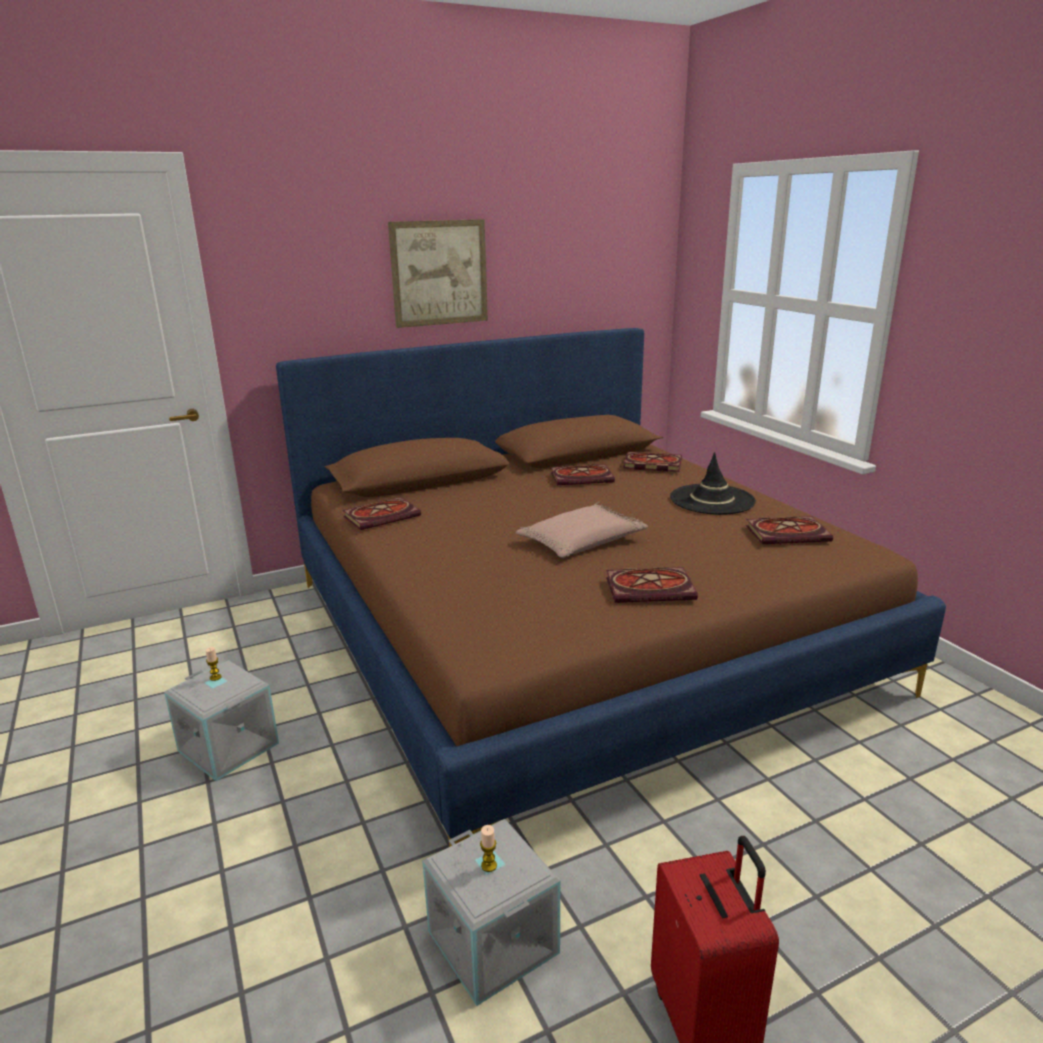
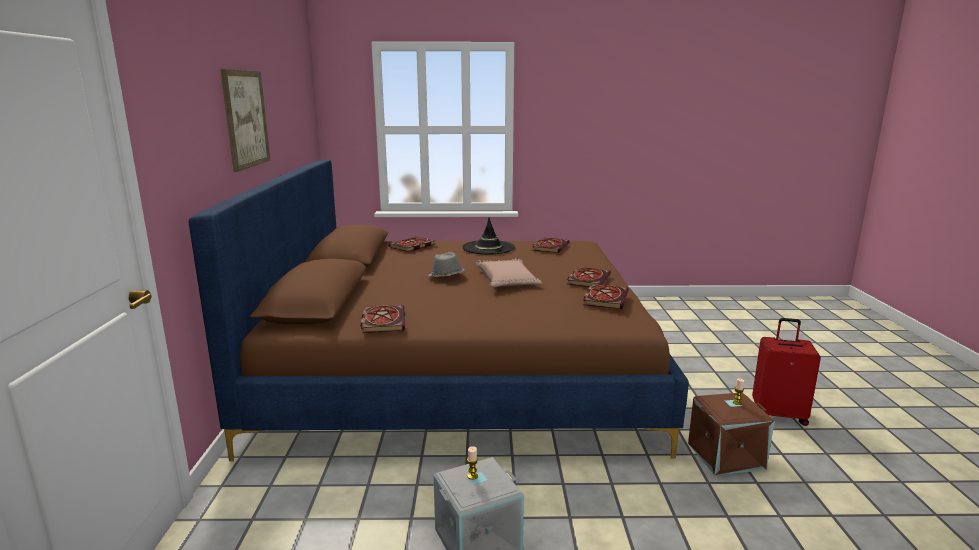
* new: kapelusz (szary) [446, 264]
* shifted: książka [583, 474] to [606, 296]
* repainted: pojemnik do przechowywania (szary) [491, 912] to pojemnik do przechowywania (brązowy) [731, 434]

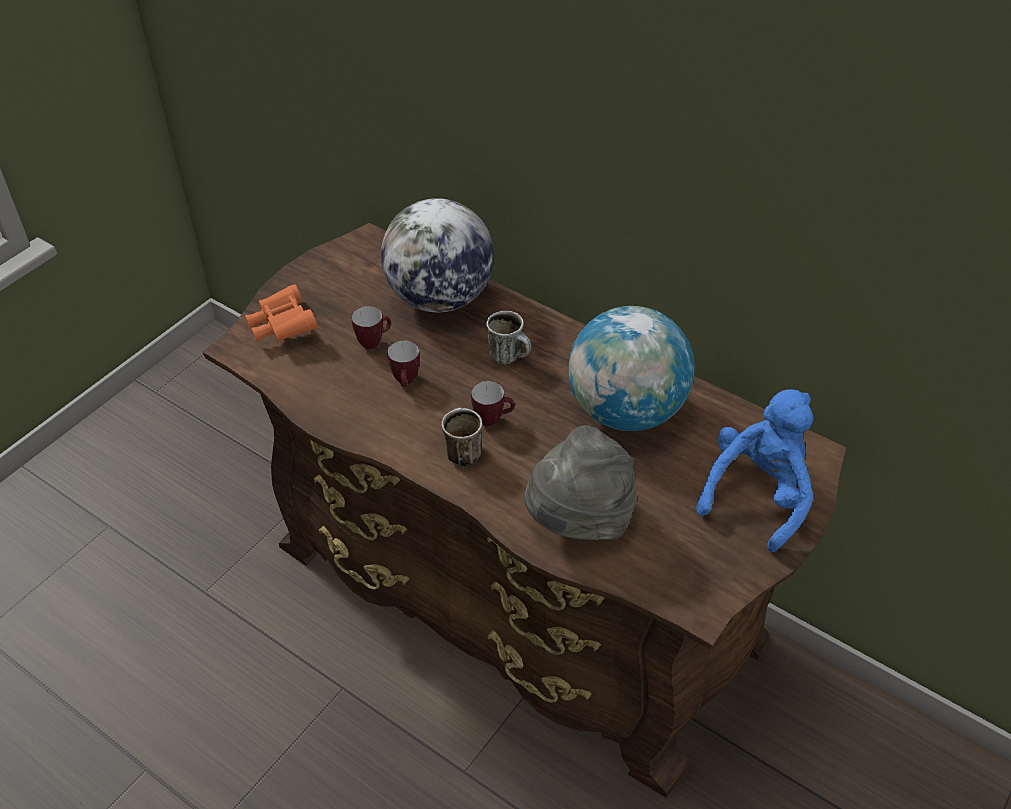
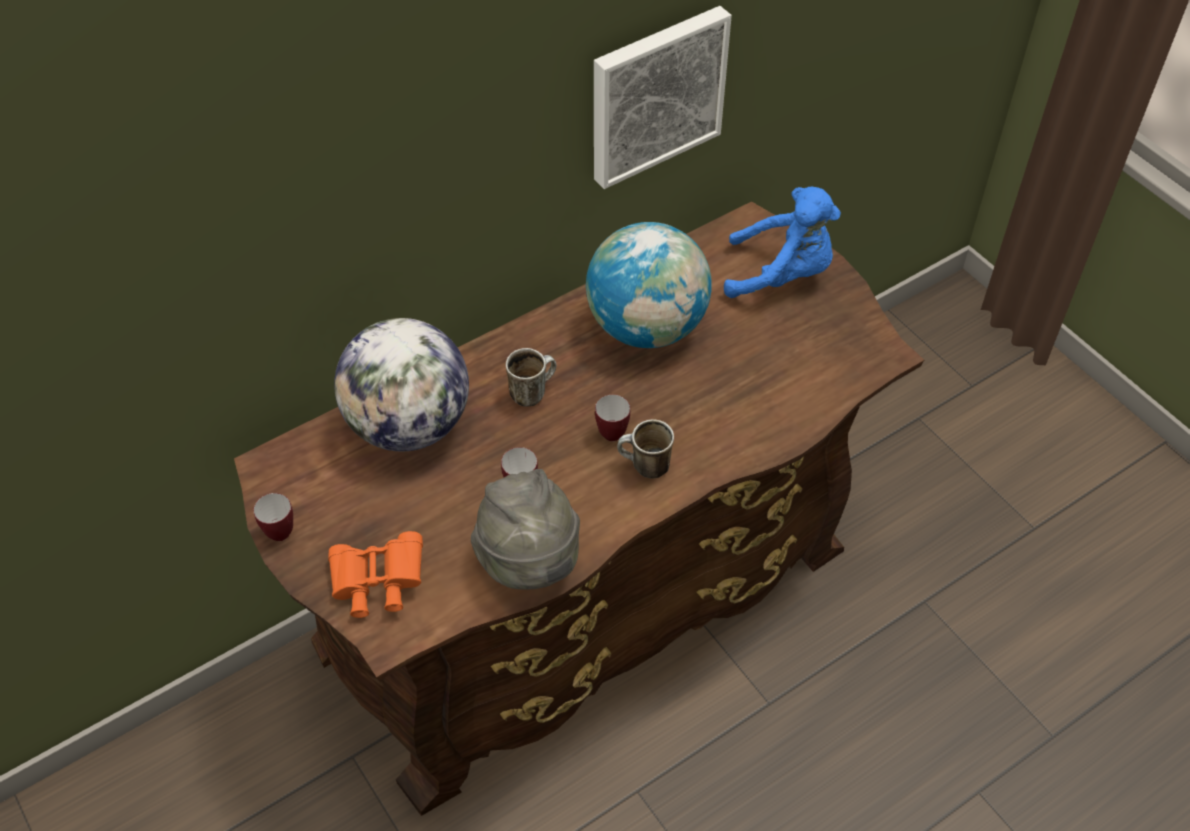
* shifted: kubek [371, 327] to [273, 517]
* shifted: kapelusz (szary) [580, 482] to [525, 529]
* new: obraz [663, 97]
* rotated: pluszak (niebieski) [754, 470] = [782, 242] 135 degrees clockwise

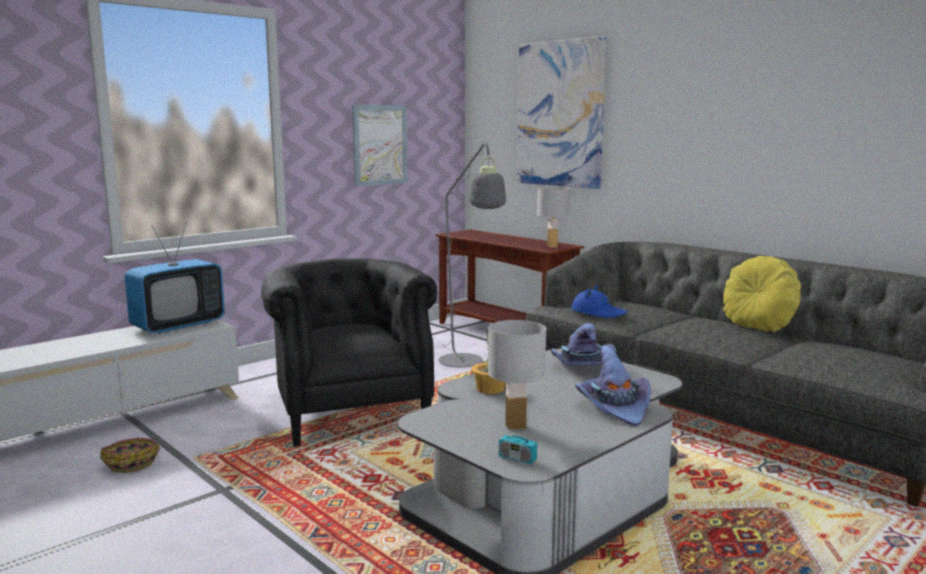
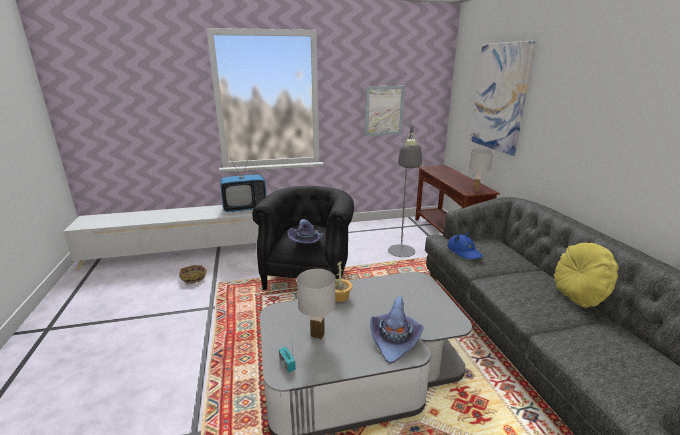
* shifted: kapelusz (fioletowy) [583, 344] to [306, 231]

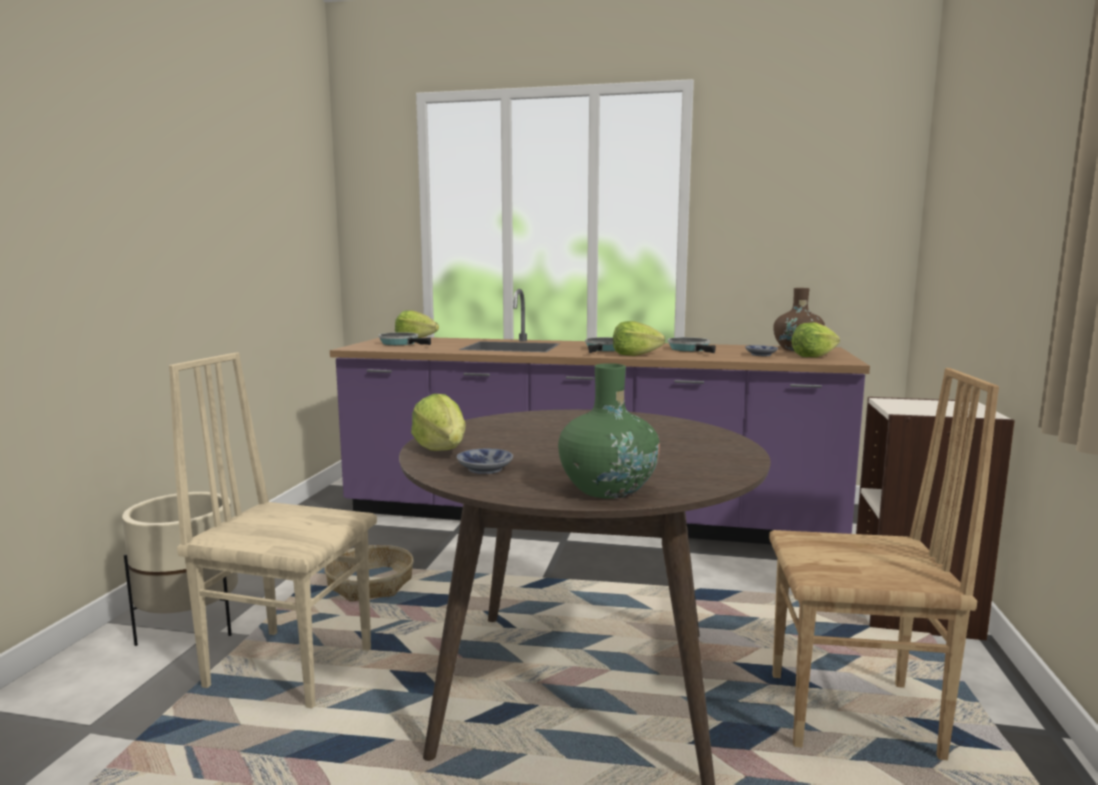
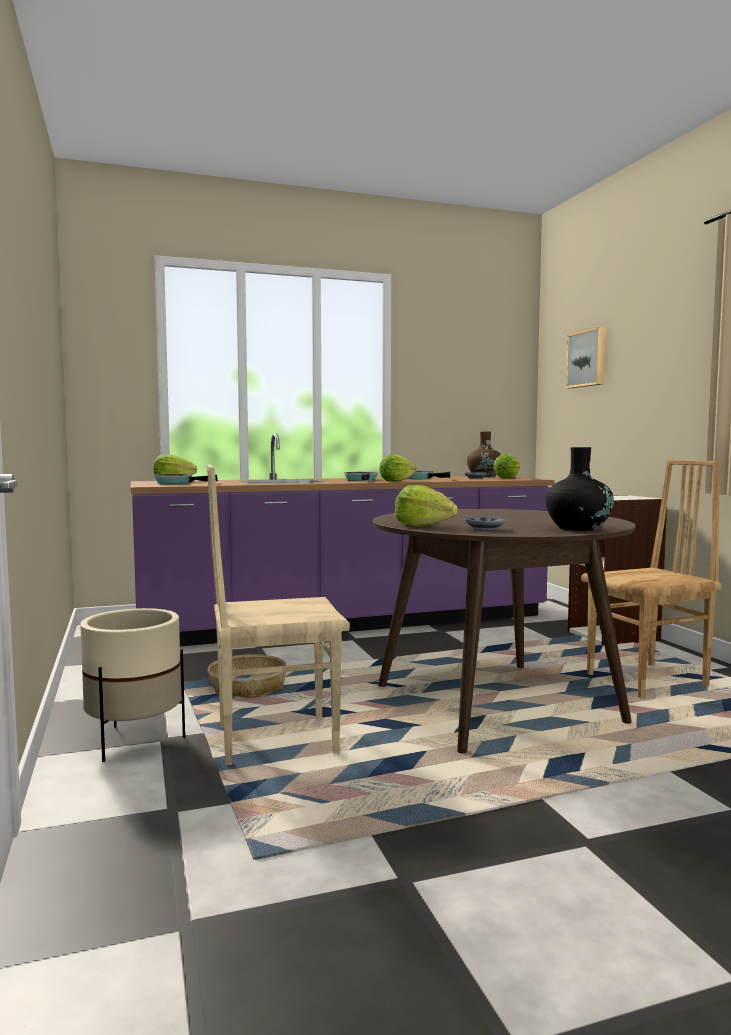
* repainted: wazon (zielony) [609, 431] to wazon (czarny) [580, 489]
* new: obraz [585, 357]

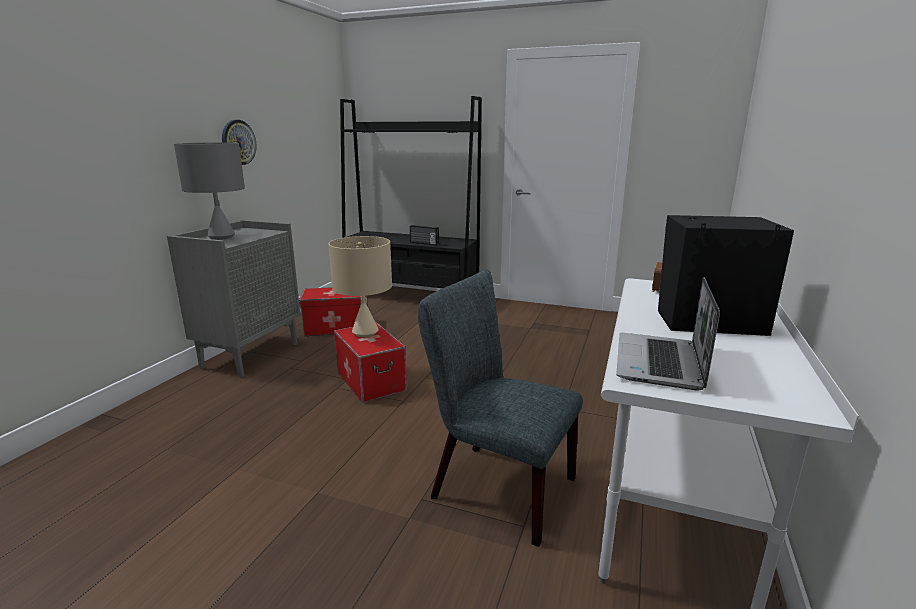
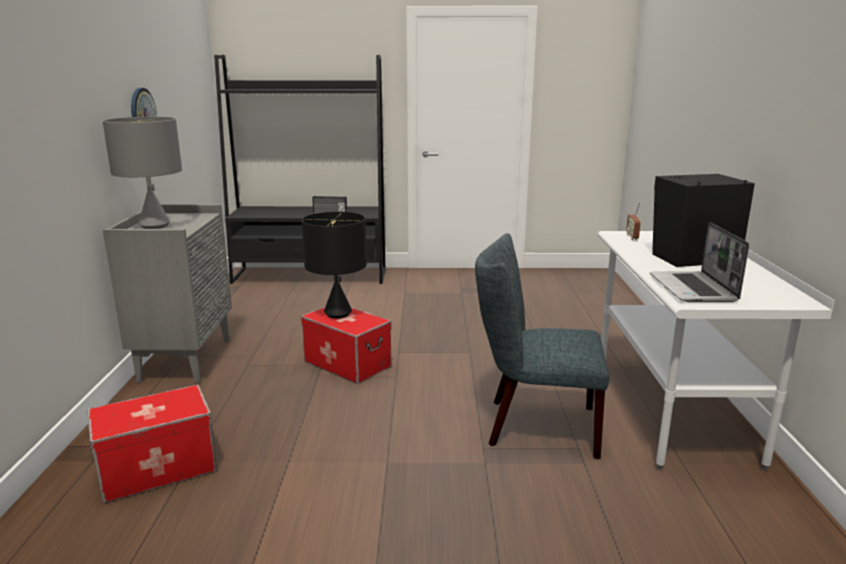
* shifted: pojemnik do przechowywania [330, 311] to [152, 444]
* repainted: lampa stołowa (beżowy) [360, 286] to lampa stołowa (czarny) [334, 265]

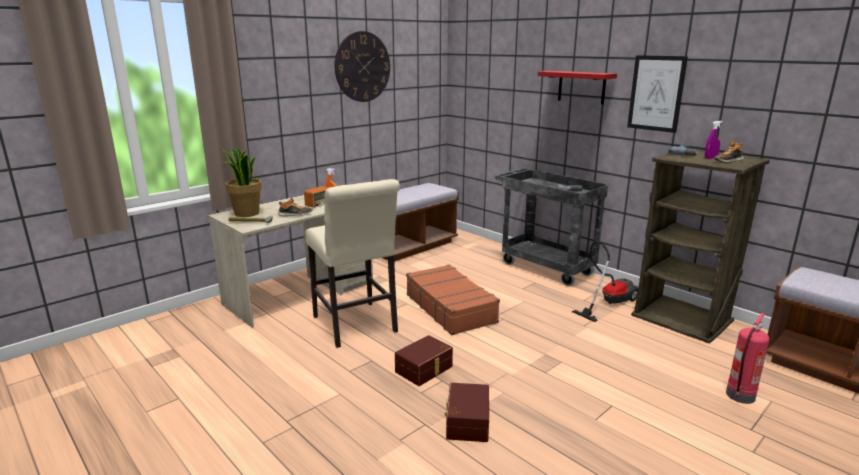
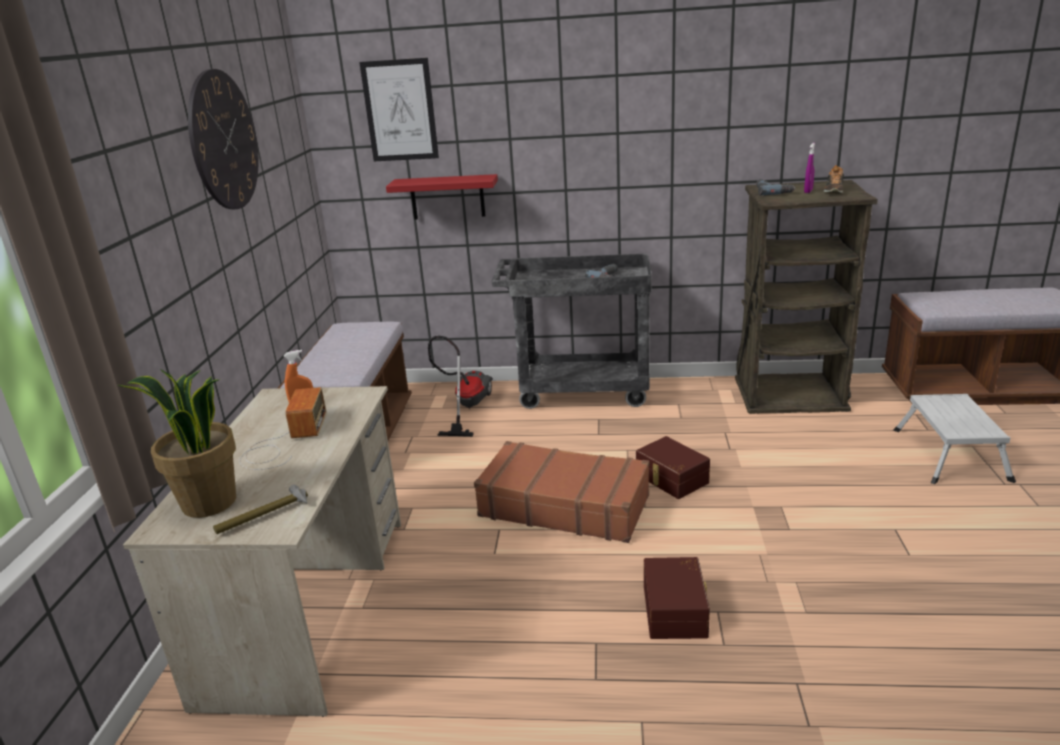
* shifted: obraz [657, 94] to [399, 109]
* shifted: półka (czerwony) [577, 87] to [442, 197]
* shifted: odkurzacz [605, 281] to [460, 386]
* shifted: pojemnik do przechowywania (brązowy) [466, 412] to [673, 467]
* swapped: gaśnica [748, 358] to drabinka (biały) [954, 439]
* gone: but [295, 207]
* gone: stołek (beżowy) [353, 263]

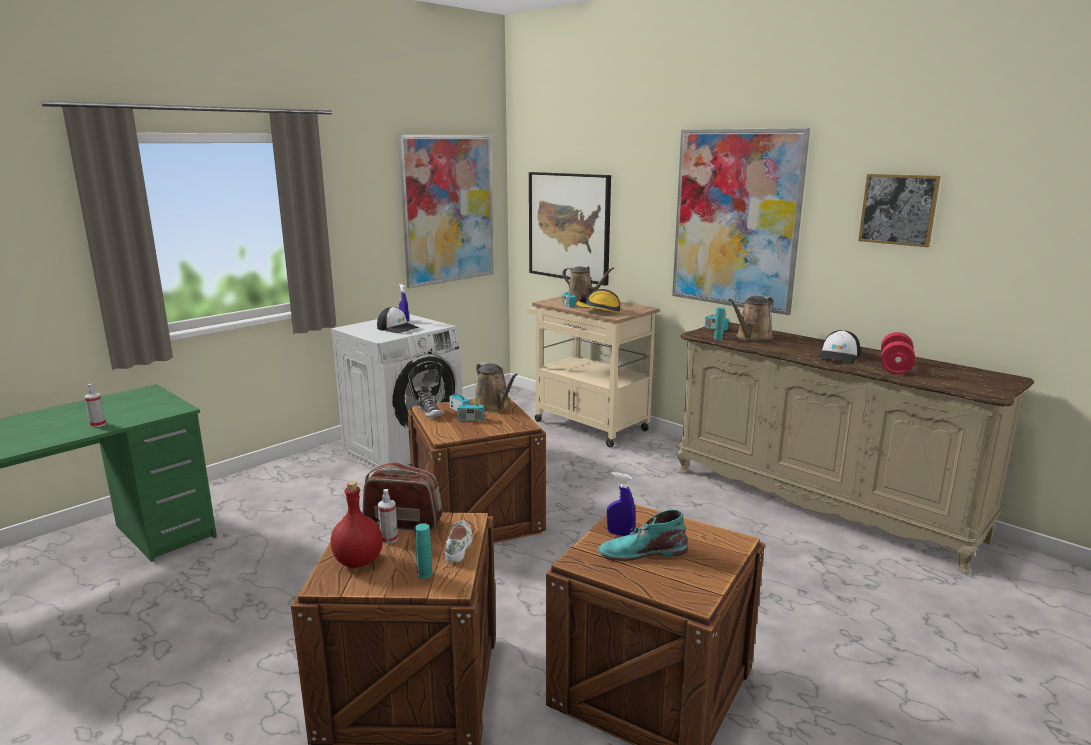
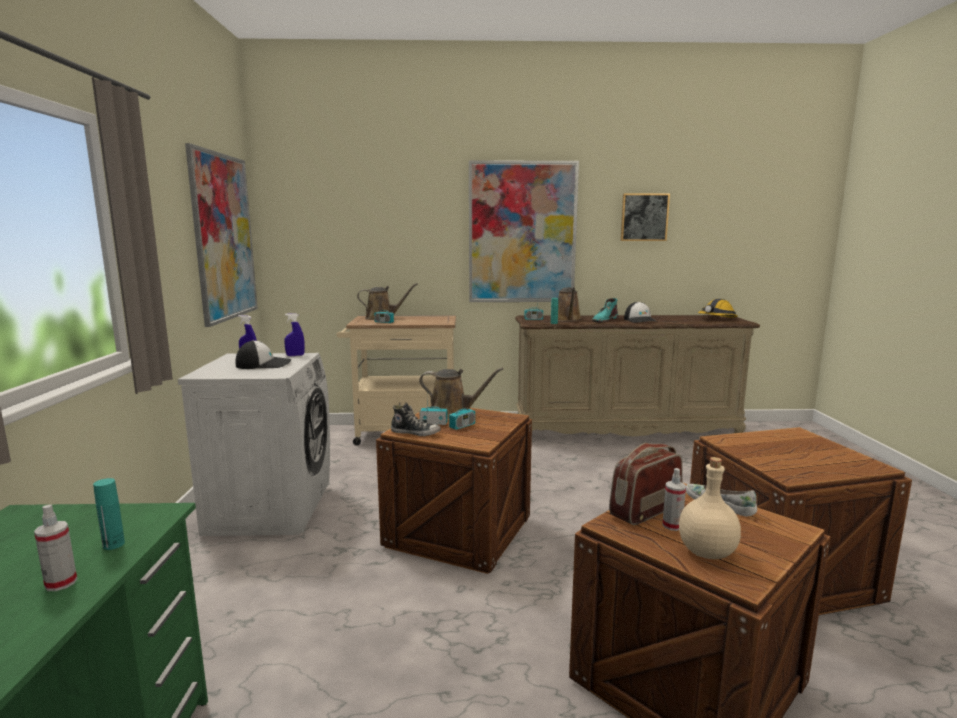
* shifted: butelka (turkusowy) [423, 551] to [109, 514]
* shifted: spryskiwacz (niebieski) [621, 504] to [294, 334]
* shifted: but z cholewką (turkusowy) [643, 535] to [605, 310]
* repainted: butelka (czerwony) [356, 524] to butelka (beżowy) [710, 508]
* shifted: kask [599, 301] to [718, 308]
* gone: obraz [570, 229]
* gone: hantel (czerwony) [898, 353]

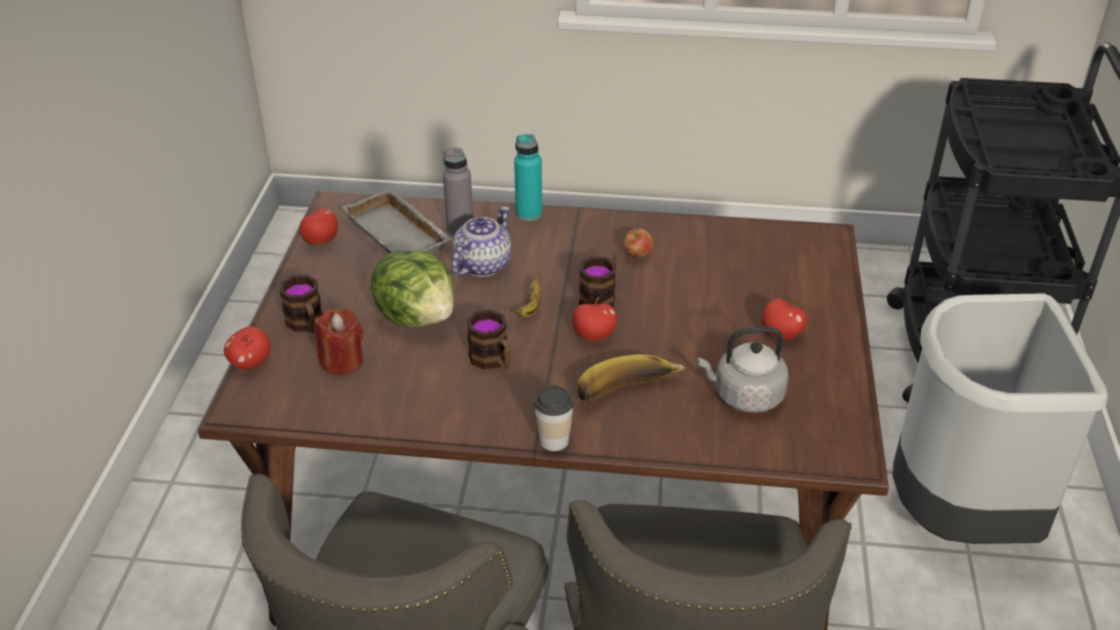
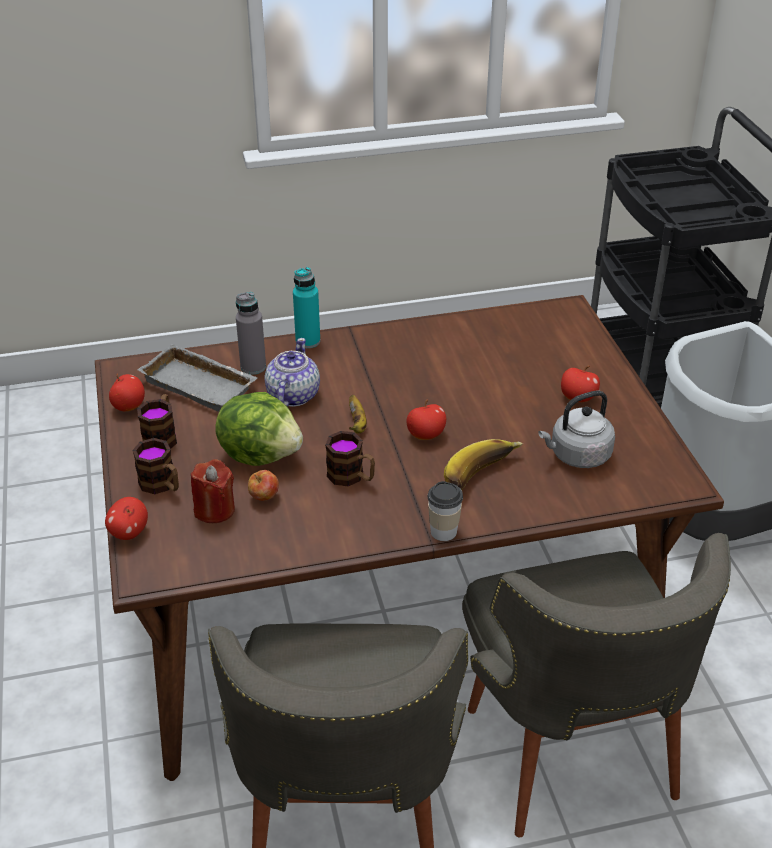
* shifted: kubek [598, 280] to [157, 421]
* shifted: jabłko [639, 243] to [263, 485]

